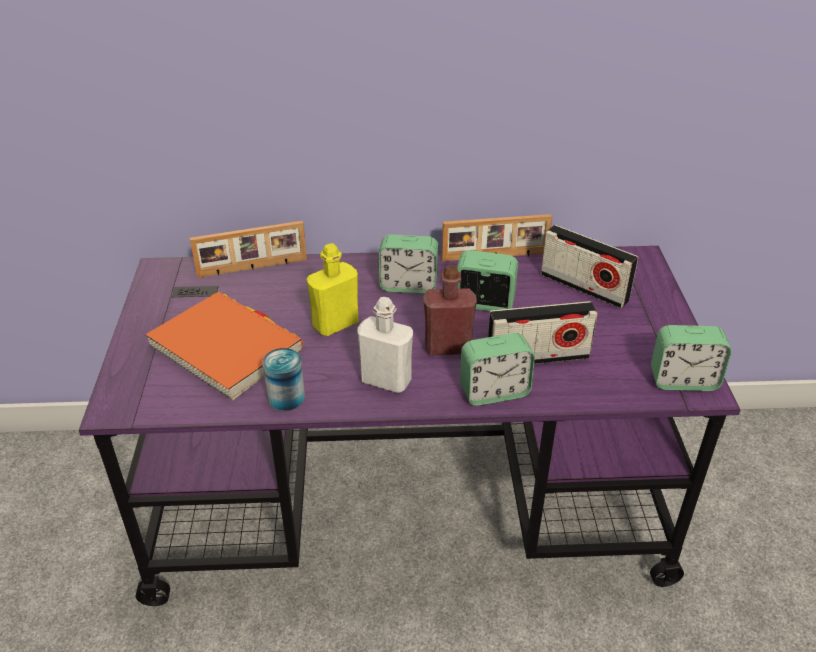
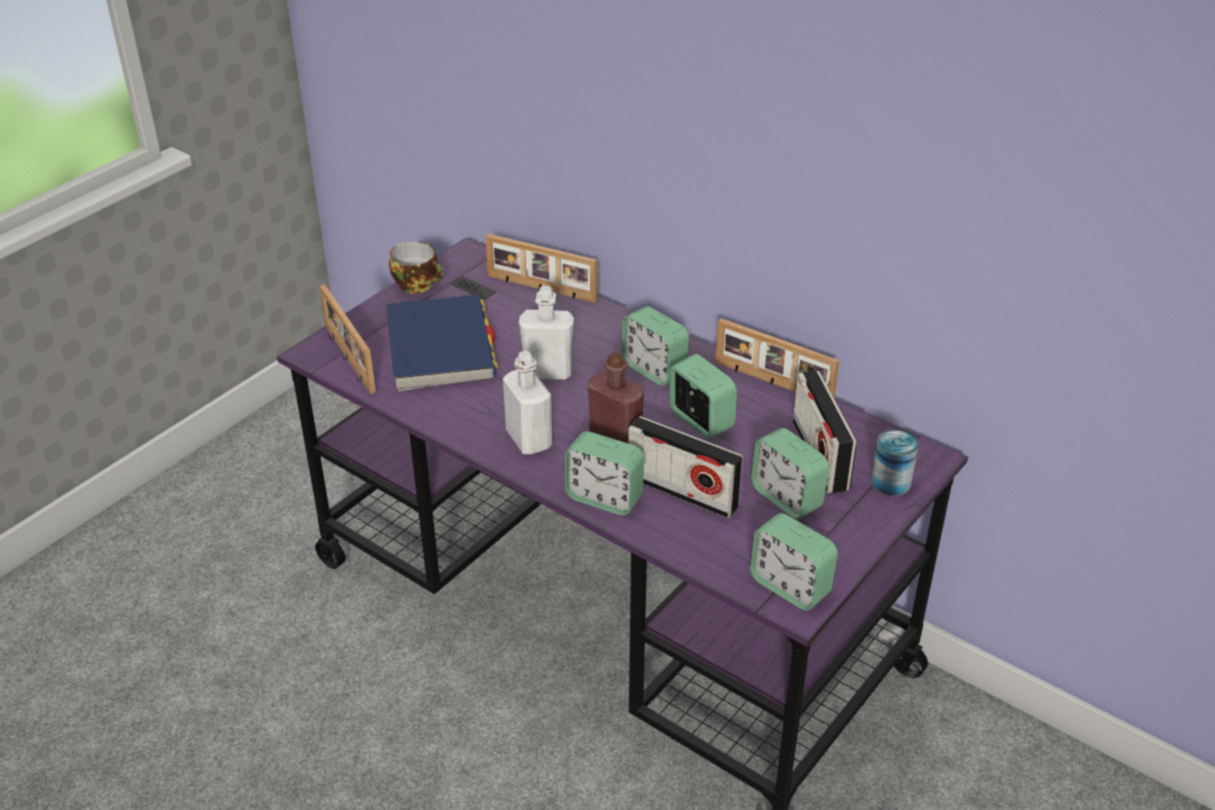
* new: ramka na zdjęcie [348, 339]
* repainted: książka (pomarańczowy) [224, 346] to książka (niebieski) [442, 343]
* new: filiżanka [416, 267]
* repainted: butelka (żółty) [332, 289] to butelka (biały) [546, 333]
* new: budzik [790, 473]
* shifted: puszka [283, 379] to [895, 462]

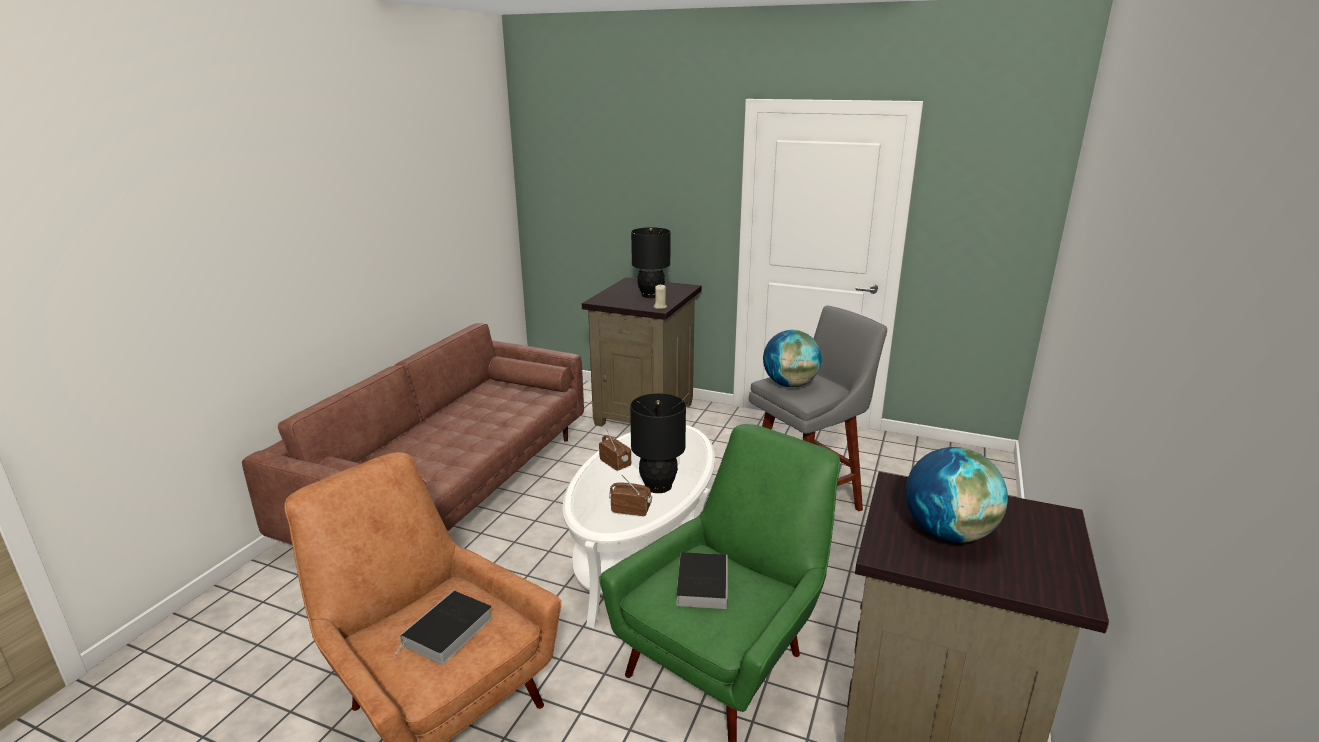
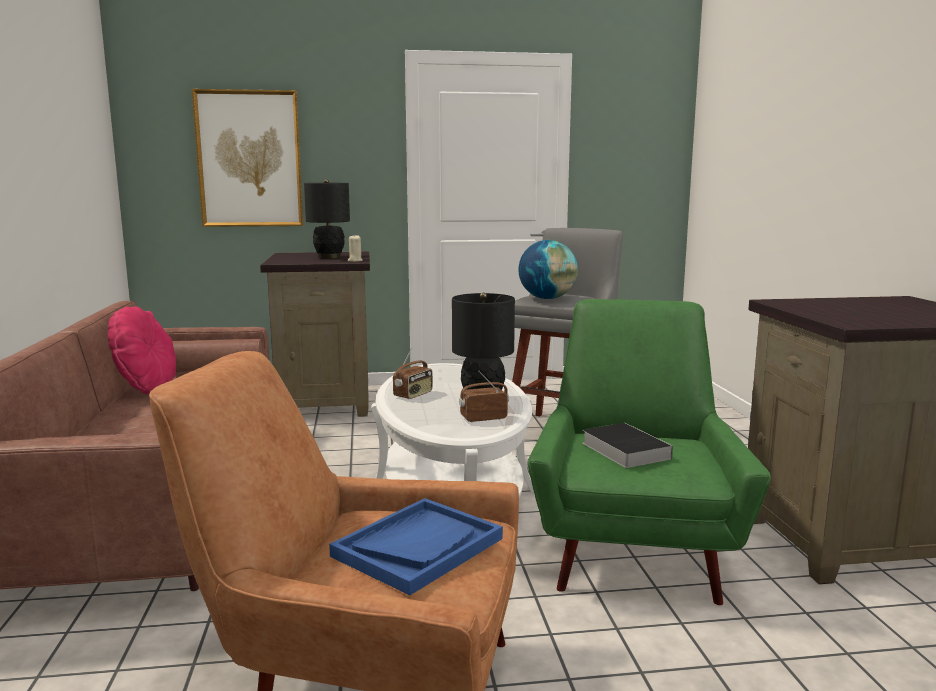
* new: poduszka (różowy) [142, 350]
* new: obraz [247, 158]
* swapped: książka [443, 627] to taca (niebieski) [416, 546]
* rotated: radio [615, 449] = [413, 373] 105 degrees clockwise
* gone: globus [957, 495]

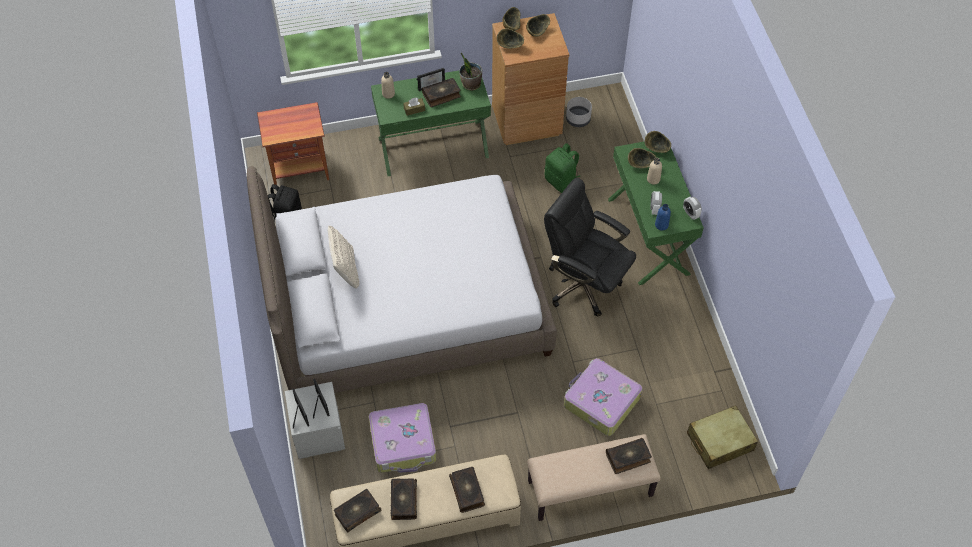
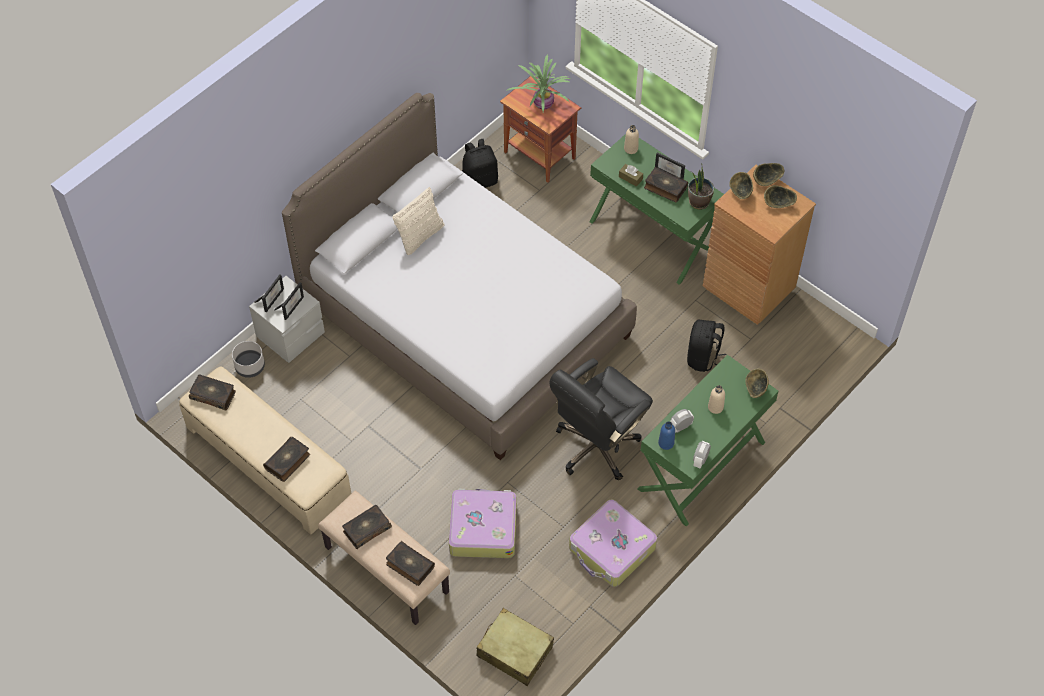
* shifted: donica (szary) [579, 112] to [248, 359]
* shifted: książka [404, 499] to [367, 527]
* new: roślina doniczkowa [538, 83]
* rotated: krzesło biurowe (czarny) [590, 247] = [601, 419] 135 degrees counterclockwise
* shifted: walizka [402, 438] to [613, 543]
* repainted: plecak (zielony) [562, 168] to plecak (czarny) [706, 346]
* gone: miska [642, 158]

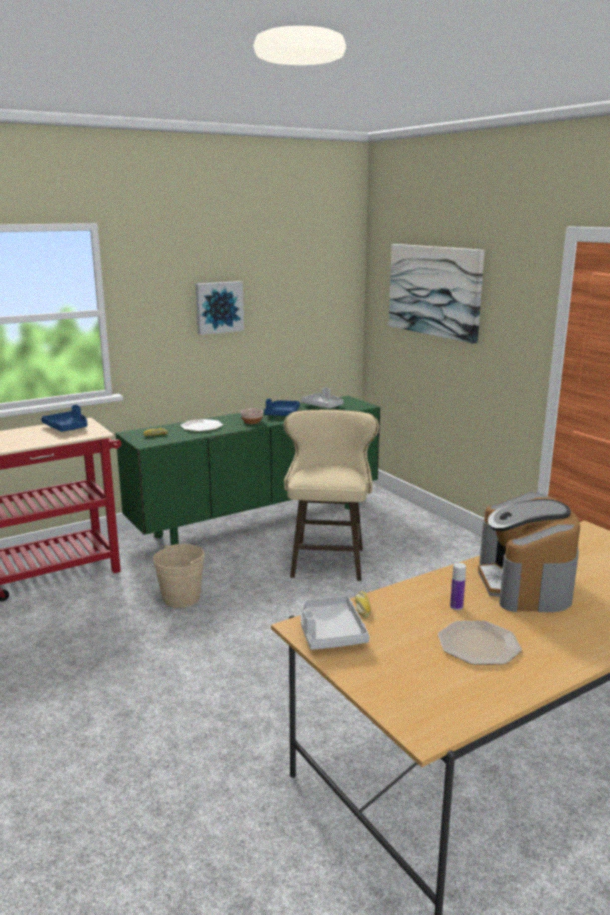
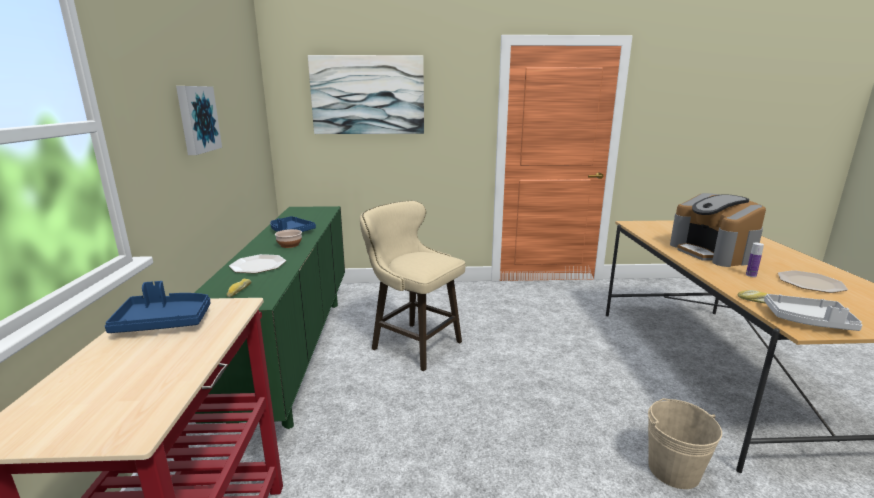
* shifted: wiadro (beżowy) [179, 576] to [685, 443]
* rotated: ekspres do kawy [529, 552] = [718, 230] 45 degrees clockwise
* gone: taca (szary) [322, 397]

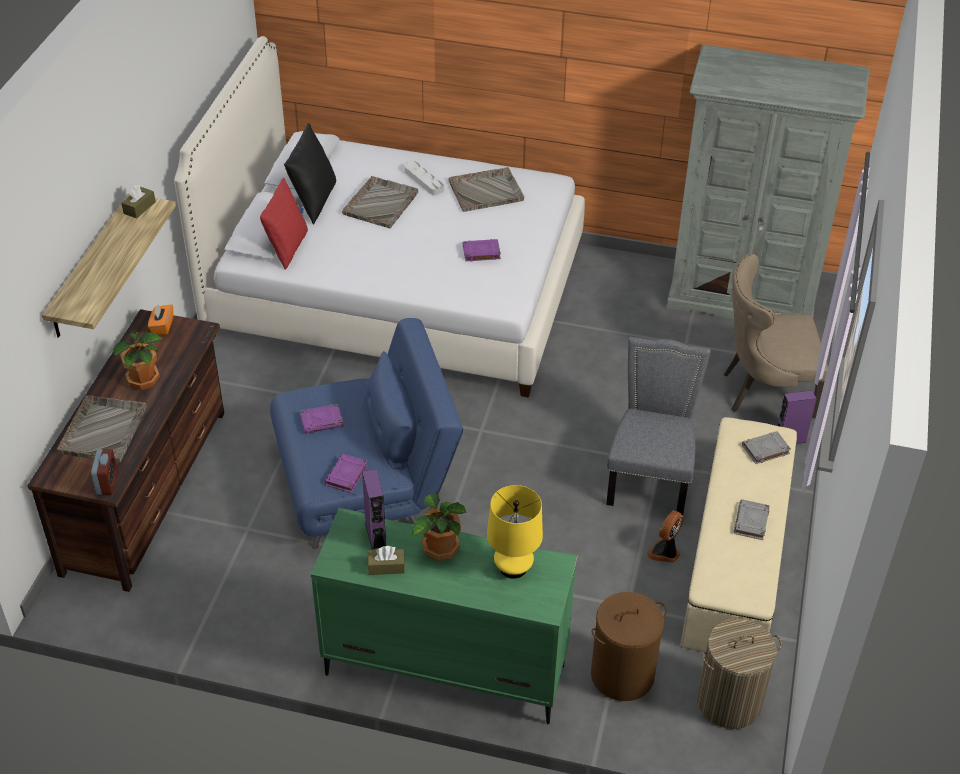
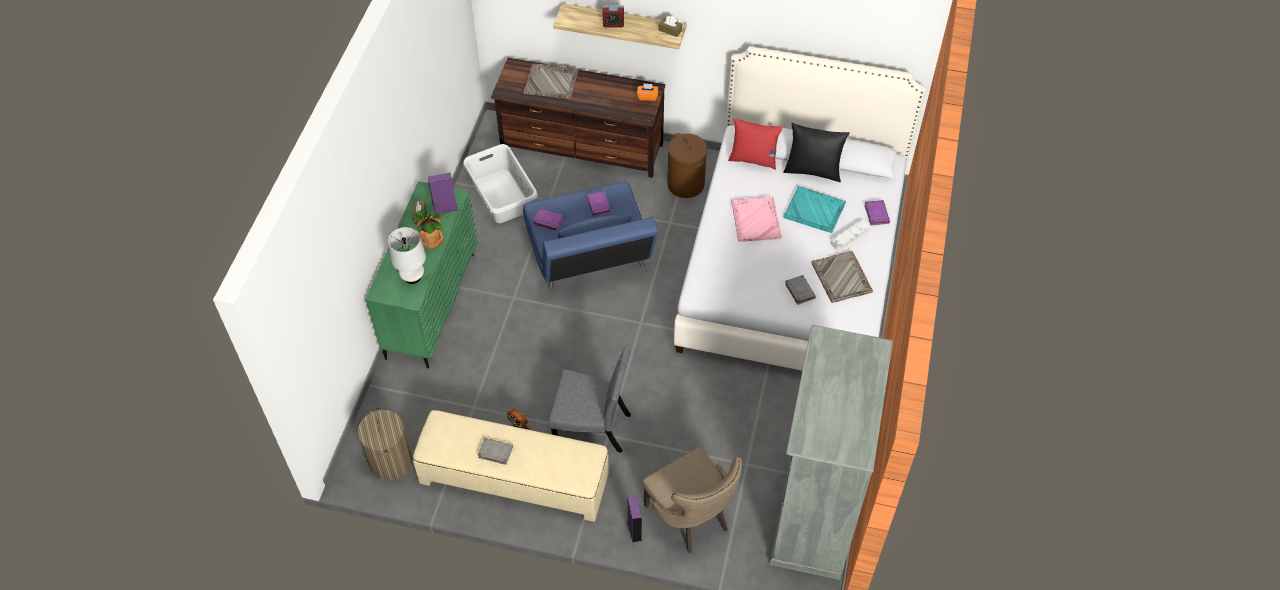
* repainted: lampa stołowa (żółty) [515, 532] to lampa stołowa (biały) [407, 255]
* new: kosz na pranie (szary) [500, 183]
* shifted: budzik [104, 472] to [613, 16]
* rotated: krzesło (beżowy) [776, 335] = [692, 500] 150 degrees clockwise
* shifted: kosz na pranie (brązowy) [629, 646] to [687, 165]
* new: taca (różowy) [756, 219]
* repainted: taca (szary) [380, 202] to taca (turkusowy) [815, 209]
* shifted: książka (szary) [766, 447] to [800, 290]
* shifted: książka (fioletowy) [482, 250] to [877, 213]
* gone: roślina doniczkowa [137, 361]

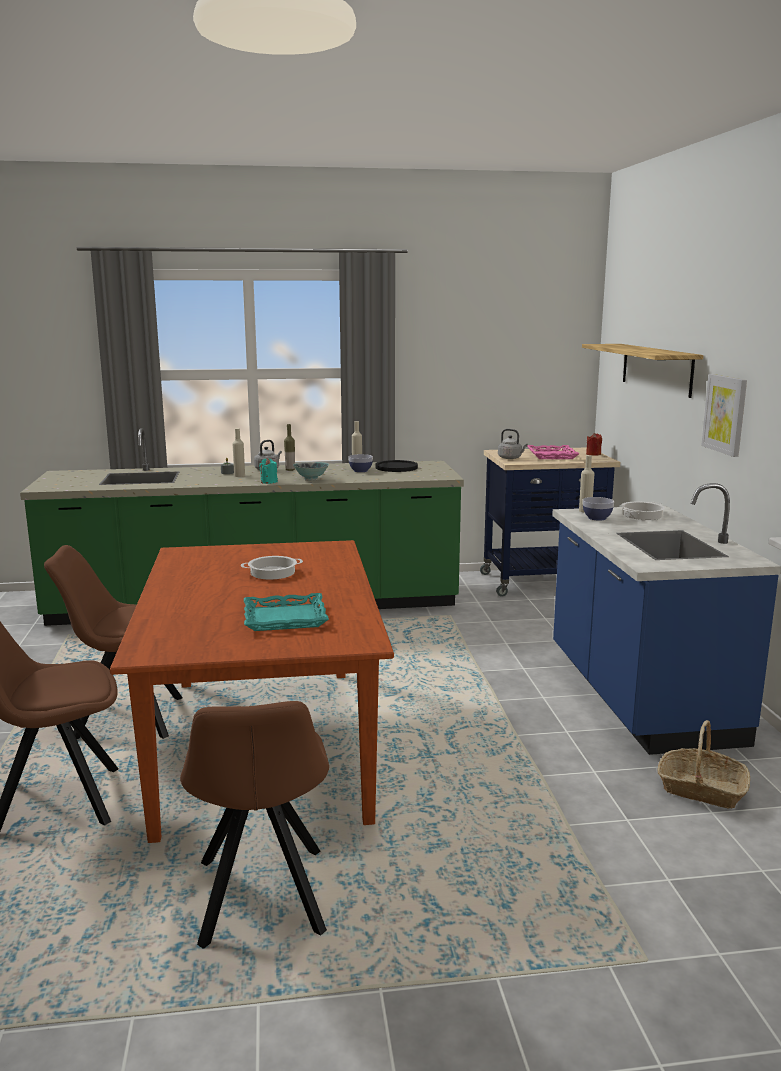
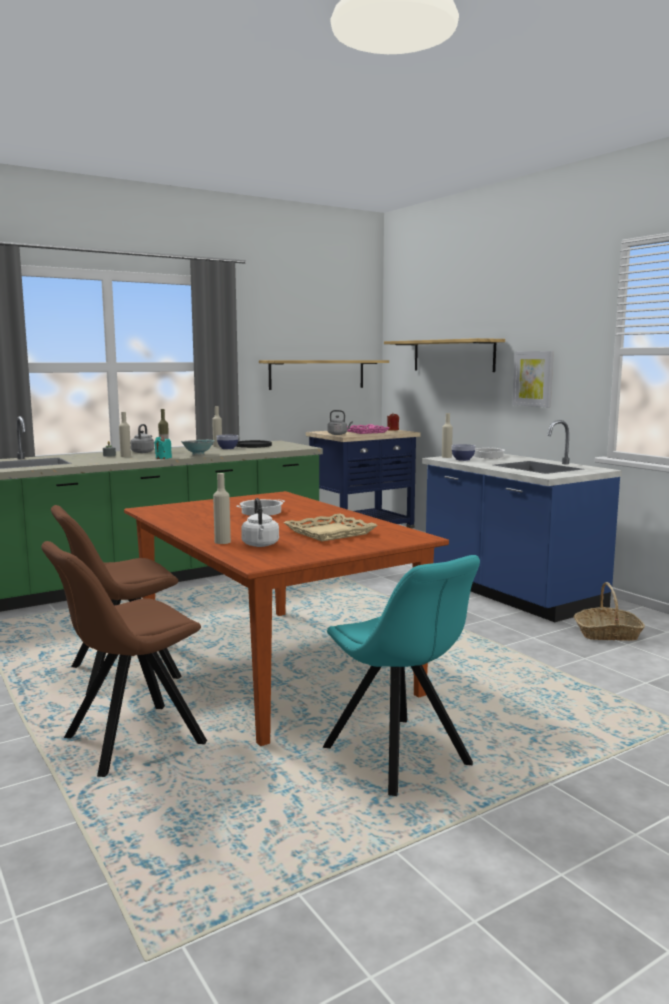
* new: butelka (beżowy) [222, 508]
* new: czajnik (biały) [260, 522]
* new: półka [324, 375]
* repainted: taca (turkusowy) [286, 612] to taca (beżowy) [331, 527]
* repainted: krzesło (brązowy) [254, 825] to krzesło (turkusowy) [401, 675]

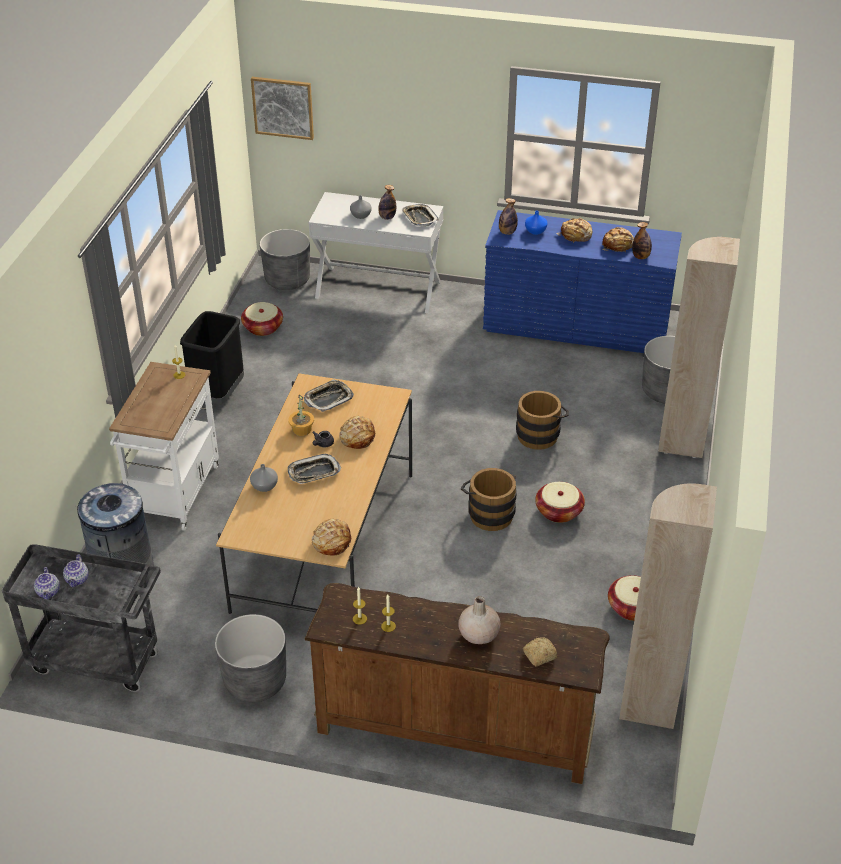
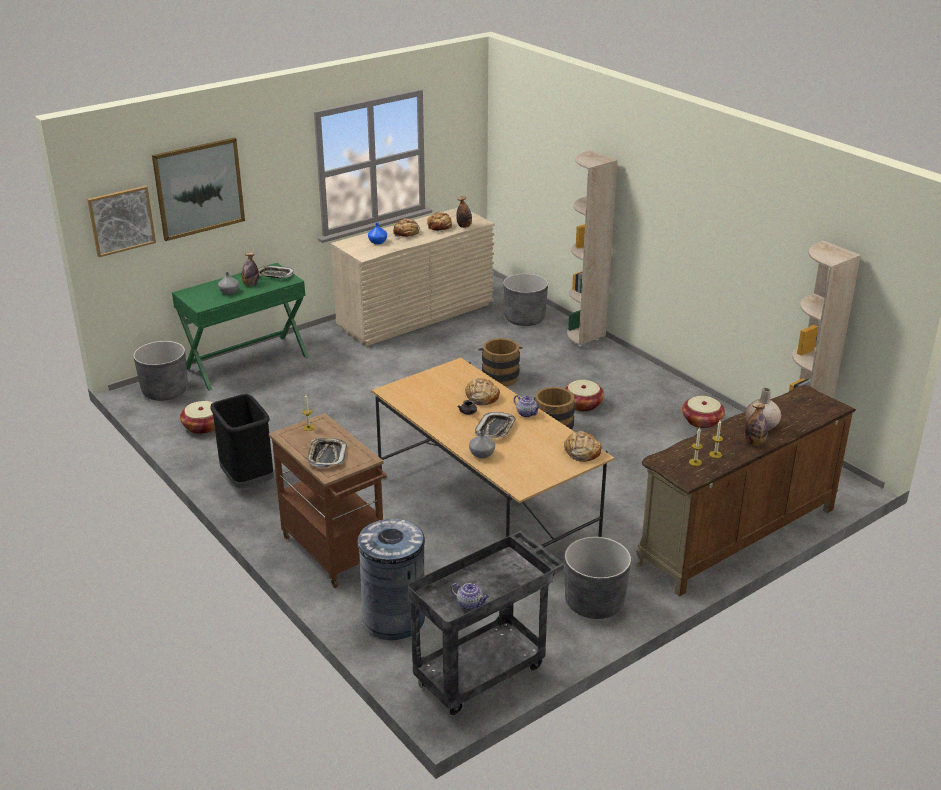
* new: obraz [198, 189]
* repainted: stolik konsolowy (biały) [376, 252] to stolik konsolowy (zielony) [240, 327]
* repainted: wózek (biały) [164, 446] to wózek (brązowy) [328, 500]
* shifted: taca [329, 395] to [327, 453]
* repainted: komoda (niebieski) [582, 281] to komoda (beżowy) [413, 277]
* shifted: imbryk [76, 571] to [527, 406]
* shifted: butelka [508, 216] to [756, 424]
* gone: roślina doniczkowa [301, 415]
* gone: chleb [540, 651]

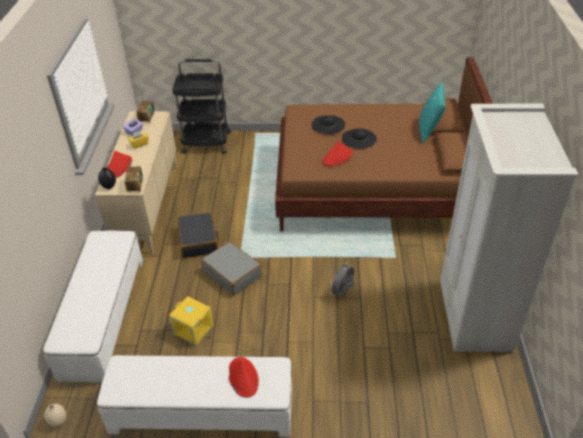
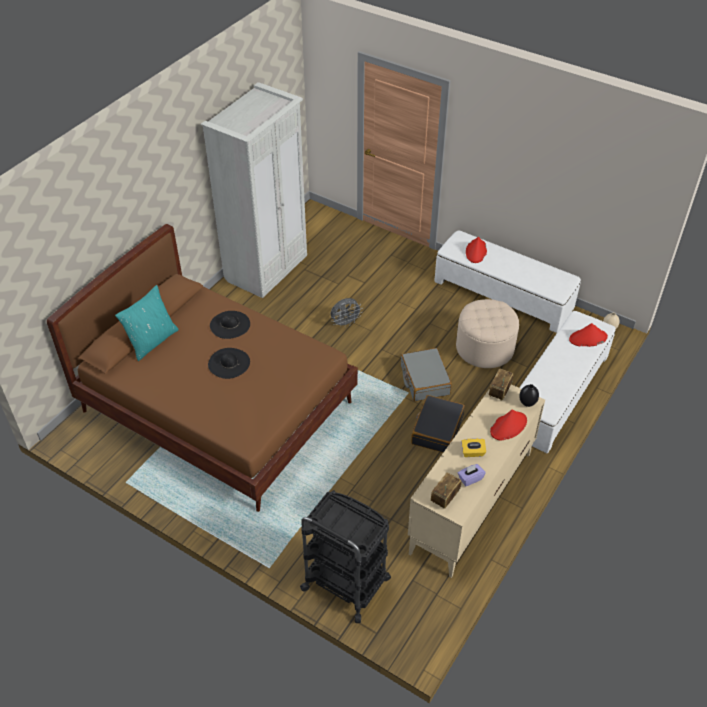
* shifted: kapelusz (czarny) [328, 124] to [230, 325]
* swapped: pojemnik do przechowywania (żółty) [191, 321] to pufa (beżowy) [487, 333]
* shifted: kapelusz (czerwony) [337, 153] to [588, 335]

